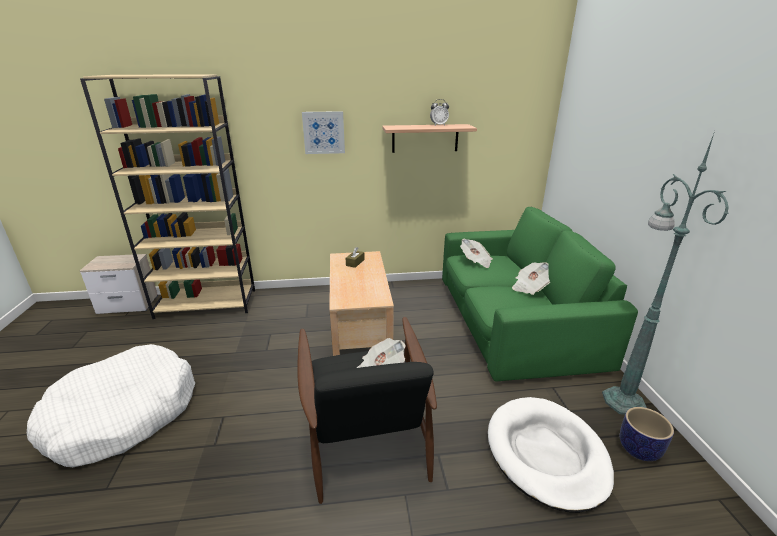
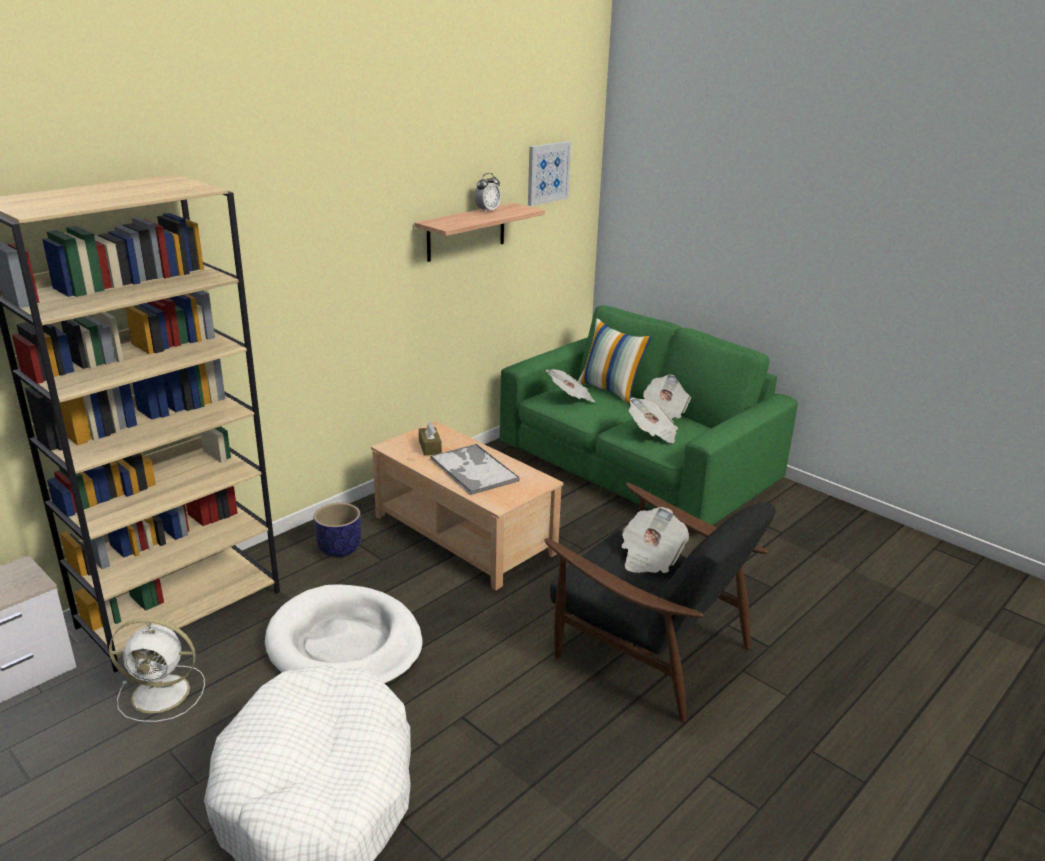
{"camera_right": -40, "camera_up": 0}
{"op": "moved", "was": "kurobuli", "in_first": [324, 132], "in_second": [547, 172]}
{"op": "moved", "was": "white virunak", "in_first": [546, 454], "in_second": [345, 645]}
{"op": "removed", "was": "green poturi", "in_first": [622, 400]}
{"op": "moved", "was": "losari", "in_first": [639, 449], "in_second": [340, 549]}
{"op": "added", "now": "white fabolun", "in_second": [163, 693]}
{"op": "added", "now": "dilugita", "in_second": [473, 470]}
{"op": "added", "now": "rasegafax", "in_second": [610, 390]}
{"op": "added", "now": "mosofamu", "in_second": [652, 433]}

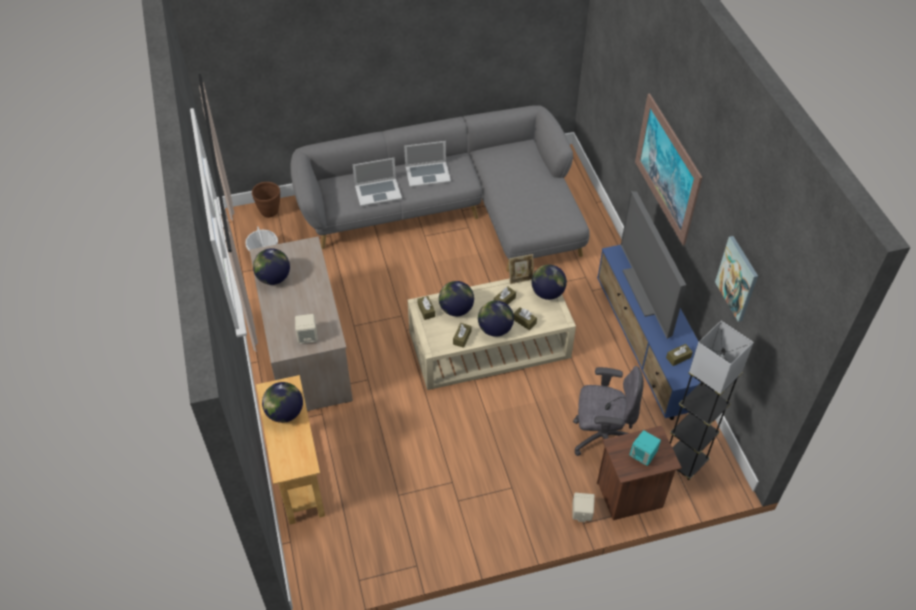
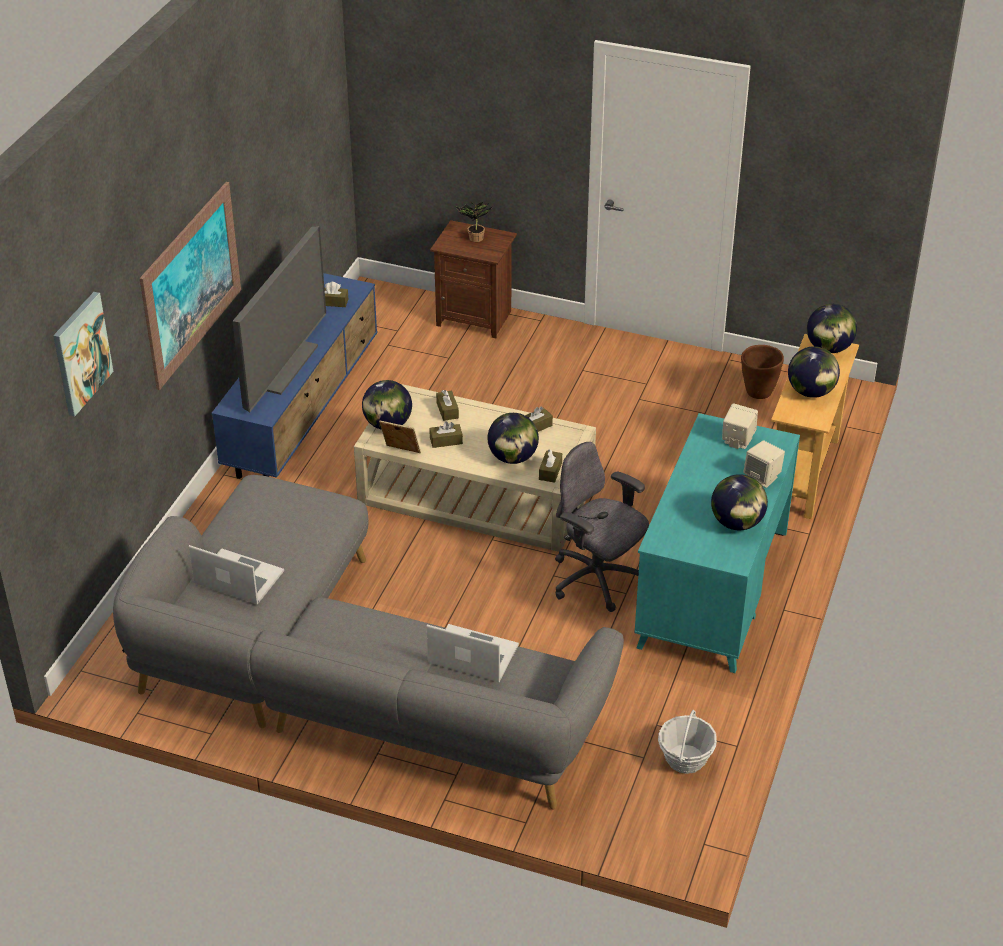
{"camera_right": -145, "camera_up": -10}
{"op": "recoloured", "was": "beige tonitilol", "now": "turquoise tonitilol", "in_first": [305, 352], "in_second": [712, 591]}
{"op": "moved", "was": "brown losari", "in_first": [270, 212], "in_second": [758, 392]}
{"op": "moved", "was": "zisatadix", "in_first": [427, 174], "in_second": [238, 577]}
{"op": "moved", "was": "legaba", "in_first": [495, 329], "in_second": [828, 348]}
{"op": "moved", "was": "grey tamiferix", "in_first": [601, 438], "in_second": [597, 580]}
{"op": "moved", "was": "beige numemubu", "in_first": [581, 514], "in_second": [762, 477]}
{"op": "replaced", "was": "turquoise numemubu", "now": "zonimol", "in_first": [643, 455], "in_second": [474, 239]}
{"op": "removed", "was": "grey poturi", "in_first": [684, 461]}
{"op": "moved", "was": "kurobuli", "in_first": [737, 278], "in_second": [81, 353]}

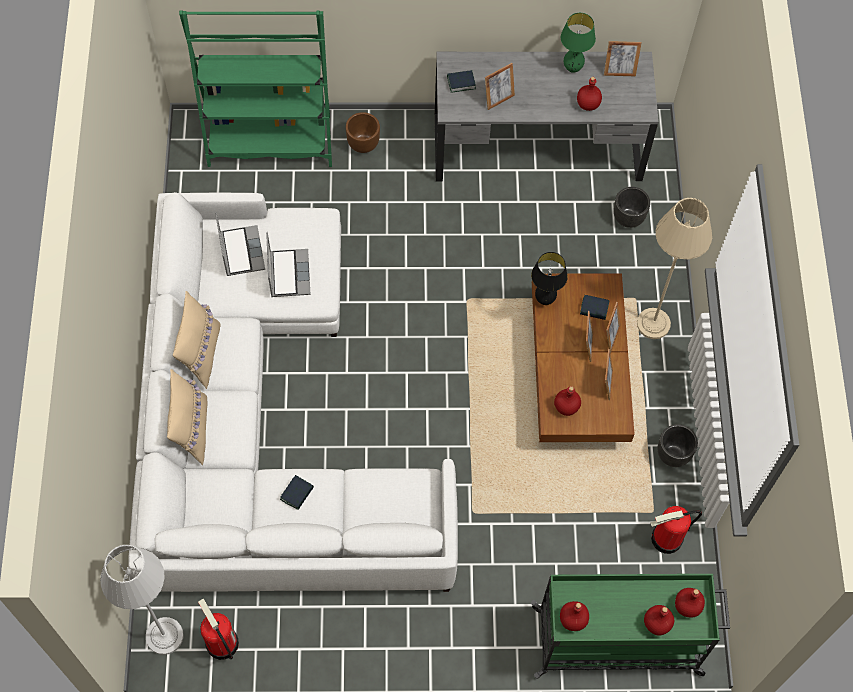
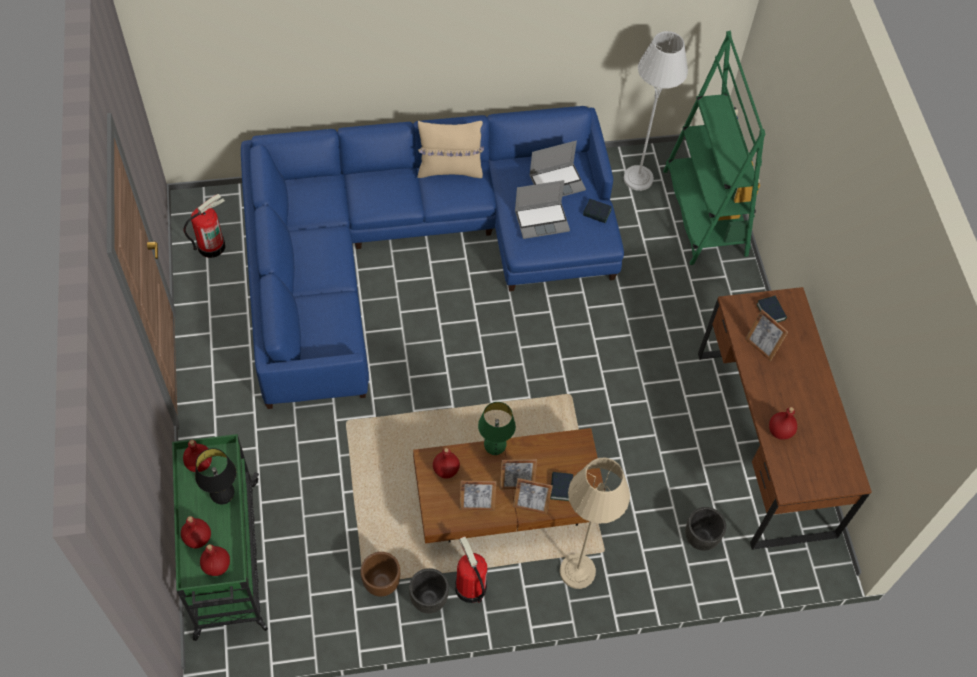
{"camera_right": 80, "camera_up": -5}
{"op": "moved", "was": "grey poturi", "in_first": [164, 636], "in_second": [638, 178]}
{"op": "recoloured", "was": "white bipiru", "now": "blue bipiru", "in_first": [262, 424], "in_second": [413, 247]}
{"op": "removed", "was": "beige rasegafax", "in_first": [192, 430]}
{"op": "moved", "was": "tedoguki", "in_first": [297, 494], "in_second": [597, 213]}
{"op": "moved", "was": "brown losari", "in_first": [363, 145], "in_second": [381, 583]}
{"op": "recoloured", "was": "grey tonitilol", "now": "brown tonitilol", "in_first": [537, 147], "in_second": [764, 442]}
{"op": "moved", "was": "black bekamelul", "in_first": [544, 300], "in_second": [223, 497]}
{"op": "moved", "was": "green bekamelul", "in_first": [572, 68], "in_second": [494, 449]}
{"op": "removed", "was": "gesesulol", "in_first": [619, 72]}
{"op": "moved", "was": "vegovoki", "in_first": [666, 539], "in_second": [470, 587]}

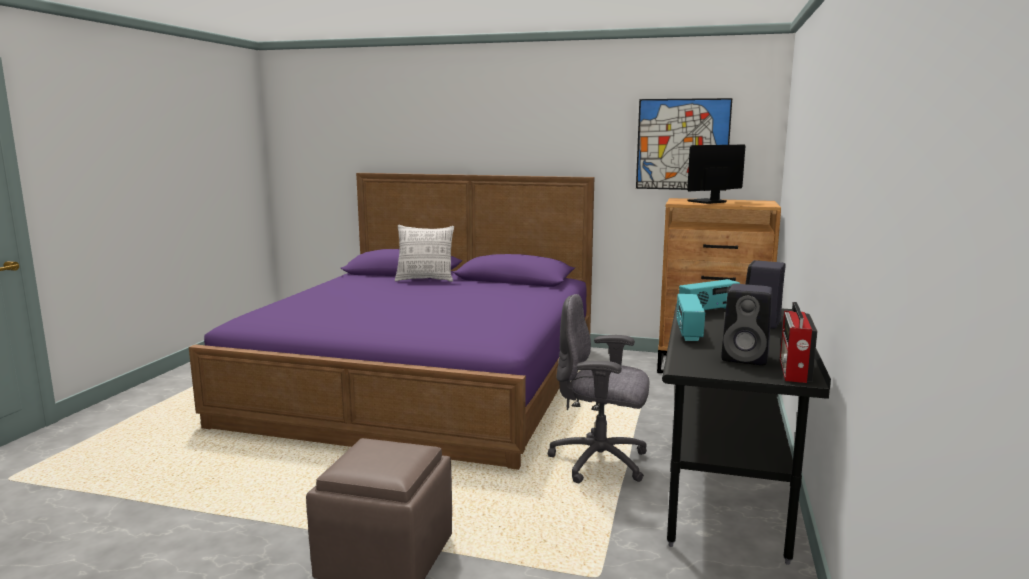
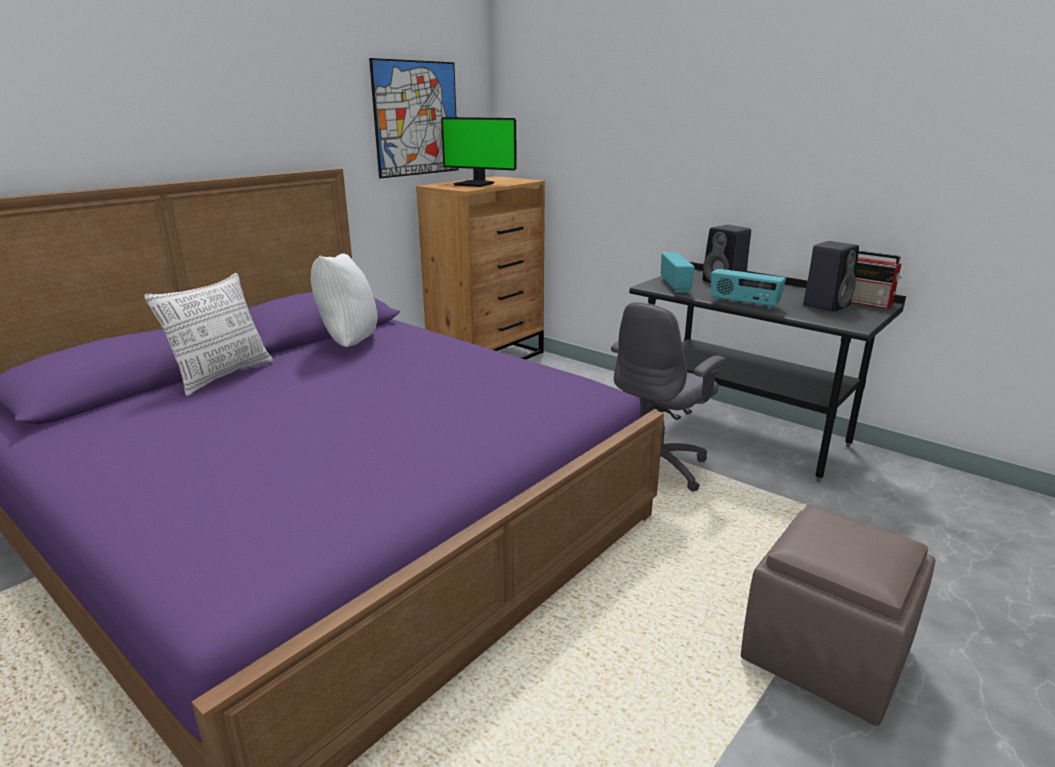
{"camera_right": -65, "camera_up": 10}
{"op": "turned", "was": "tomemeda", "in_first": [707, 202], "in_second": [475, 184], "clockwise": -60}
{"op": "added", "now": "white rasegafax", "in_second": [348, 343]}

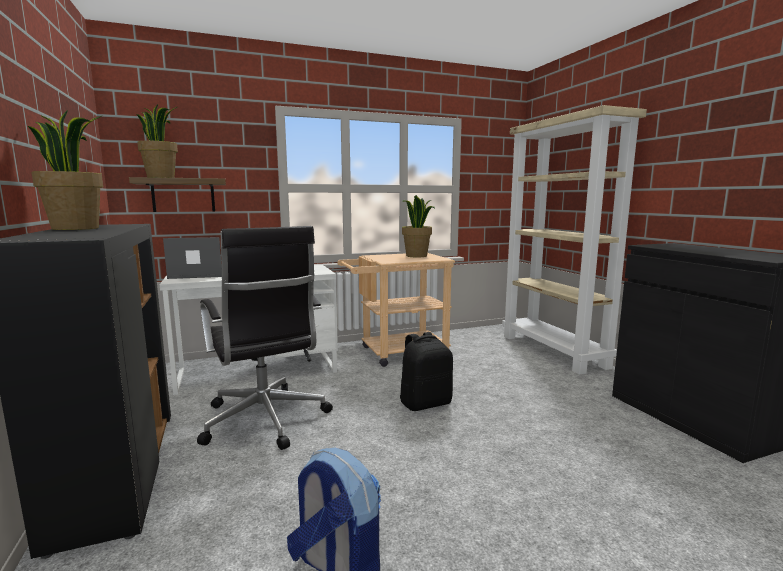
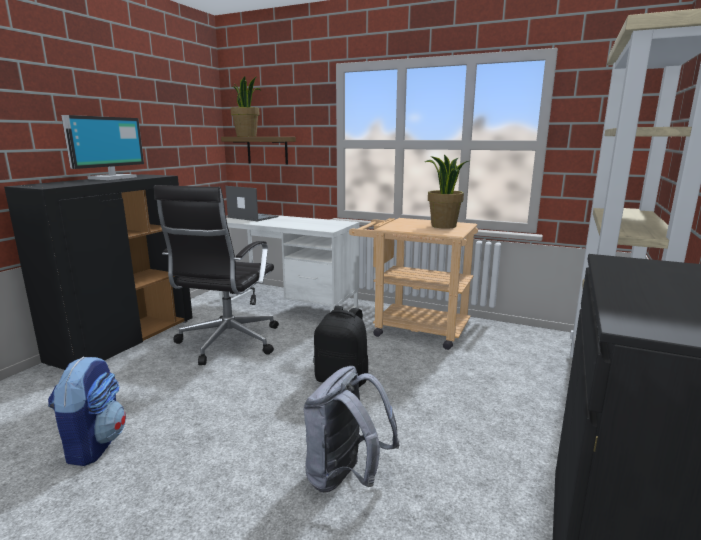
{"camera_right": 45, "camera_up": 5}
{"op": "replaced", "was": "zonimol", "now": "tomemeda", "in_first": [76, 228], "in_second": [111, 178]}
{"op": "added", "now": "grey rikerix", "in_second": [345, 477]}

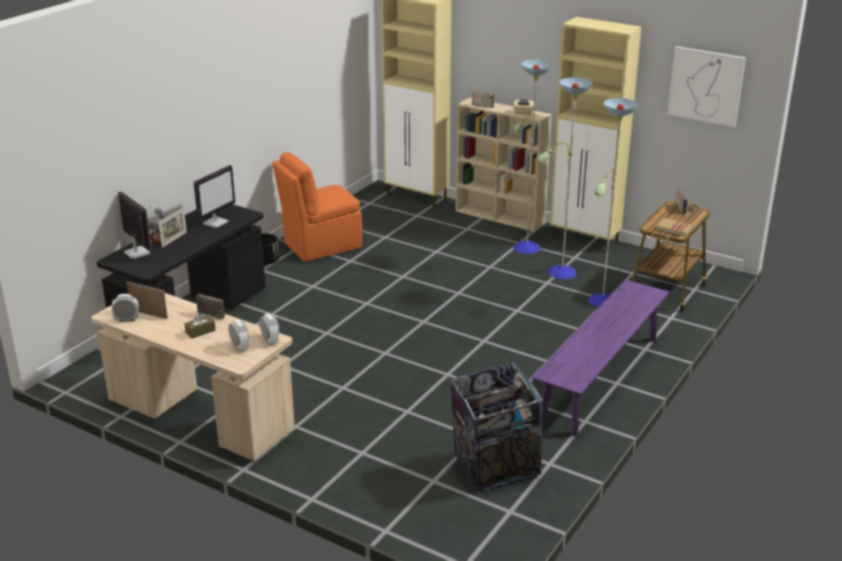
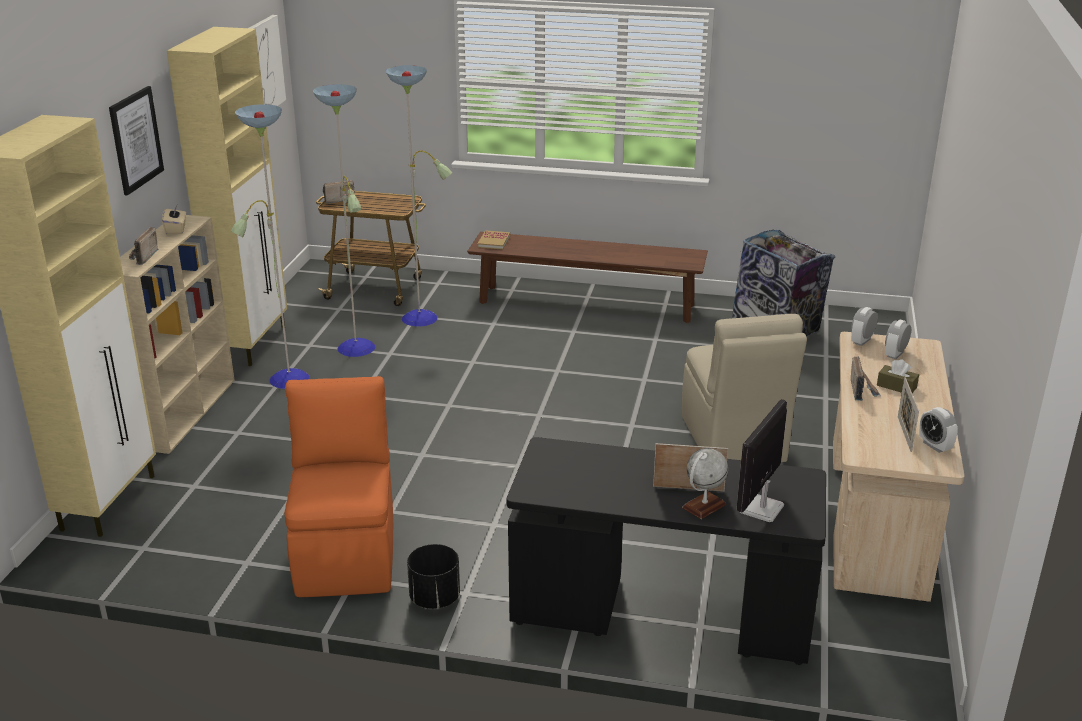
{"camera_right": -110, "camera_up": 0}
{"op": "removed", "was": "tomemeda", "in_first": [216, 222]}
{"op": "turned", "was": "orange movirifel", "in_first": [320, 246], "in_second": [347, 555], "clockwise": -135}
{"op": "recoloured", "was": "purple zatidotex", "now": "brown zatidotex", "in_first": [600, 379], "in_second": [586, 304]}
{"op": "moved", "was": "tedoguki", "in_first": [674, 228], "in_second": [493, 241]}
{"op": "added", "now": "kurobuli", "in_second": [136, 140]}
{"op": "added", "now": "beige movirifel", "in_second": [733, 441]}

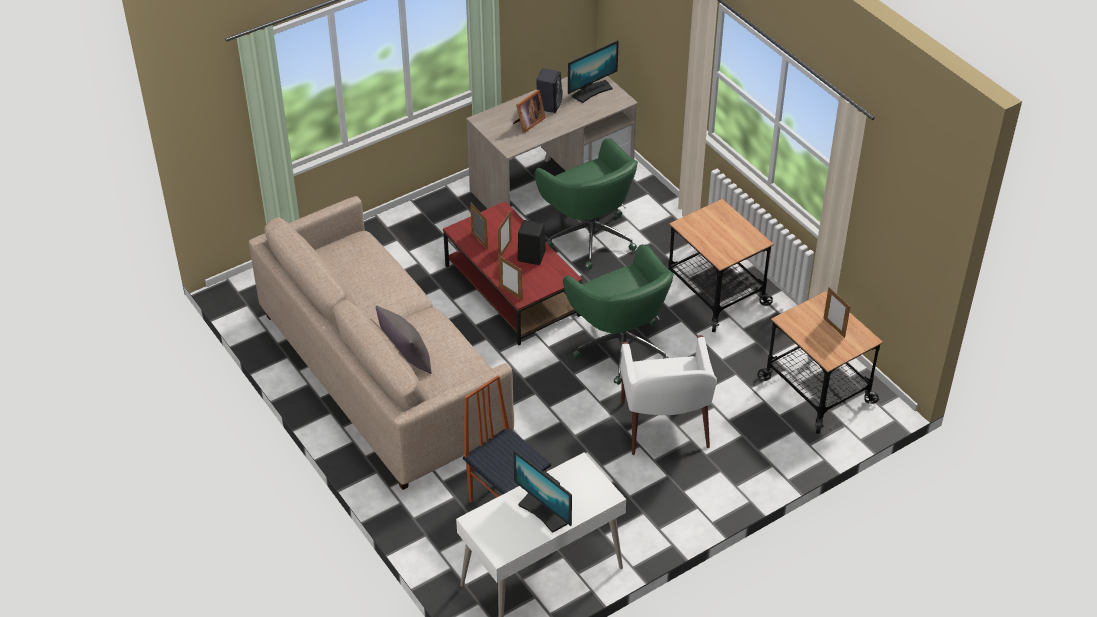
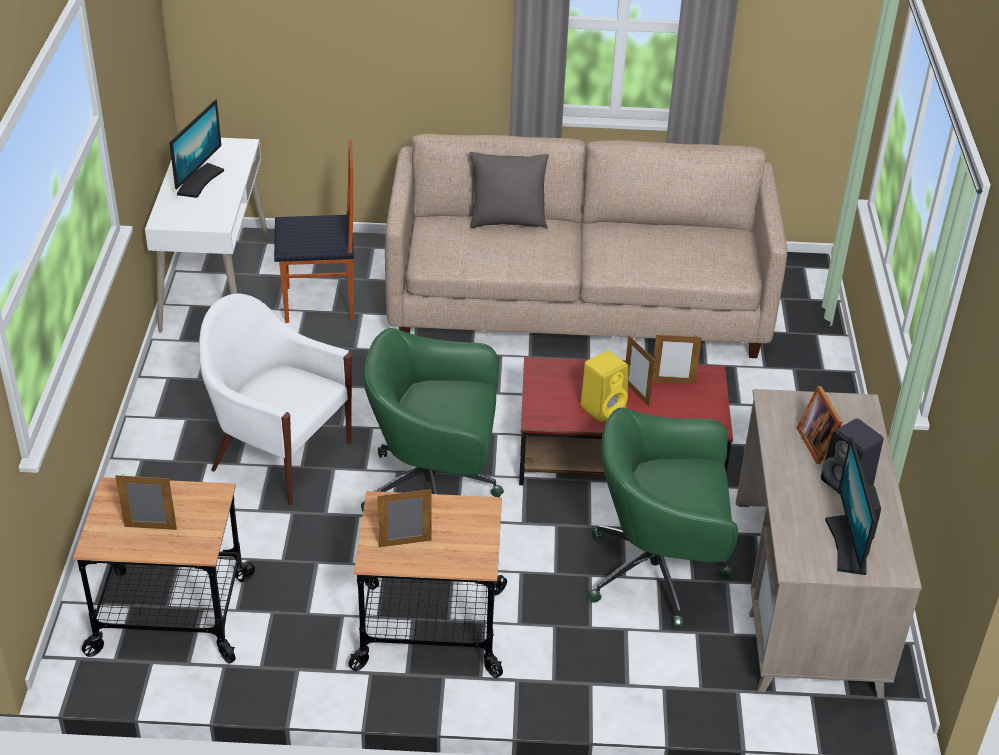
{"camera_right": 125, "camera_up": -5}
{"op": "moved", "was": "gesesulol", "in_first": [510, 292], "in_second": [405, 543]}
{"op": "turned", "was": "tomemeda", "in_first": [544, 512], "in_second": [198, 181], "clockwise": 120}
{"op": "recoloured", "was": "black numemubu", "now": "yellow numemubu", "in_first": [530, 256], "in_second": [603, 407]}

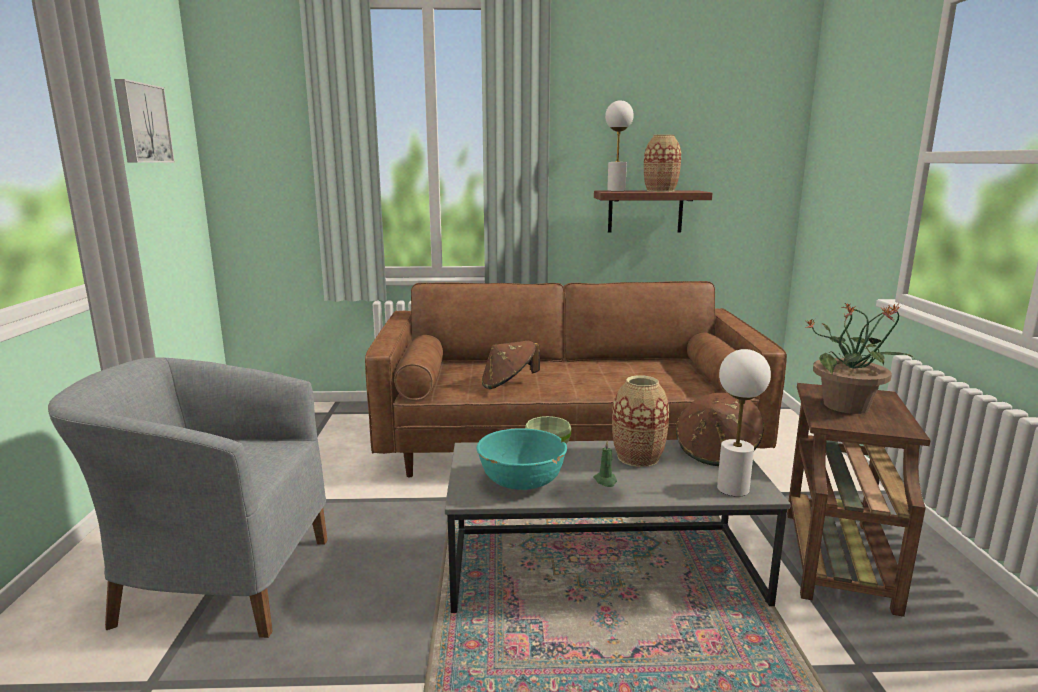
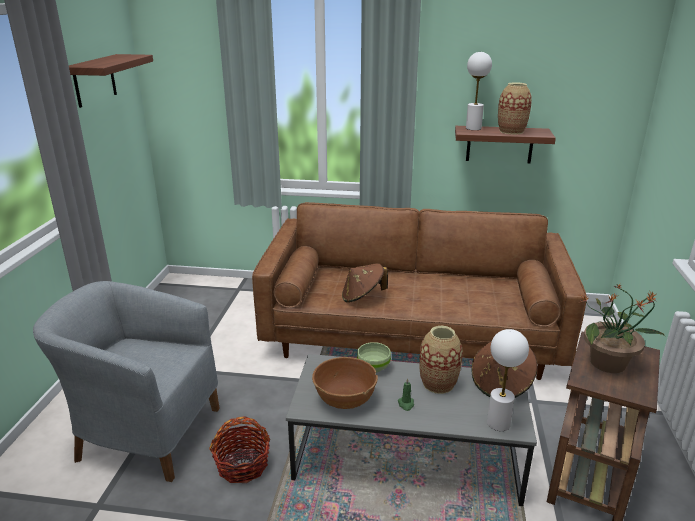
{"camera_right": 10, "camera_up": 10}
{"op": "replaced", "was": "kurobuli", "now": "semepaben", "in_first": [141, 123], "in_second": [94, 80]}
{"op": "recoloured", "was": "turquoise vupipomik", "now": "brown vupipomik", "in_first": [521, 482], "in_second": [345, 398]}
{"op": "added", "now": "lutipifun", "in_second": [242, 465]}

